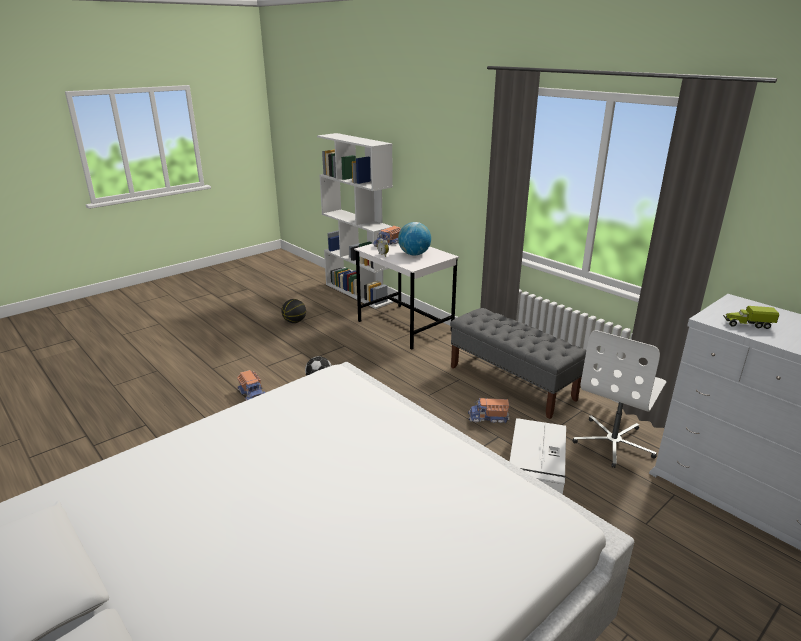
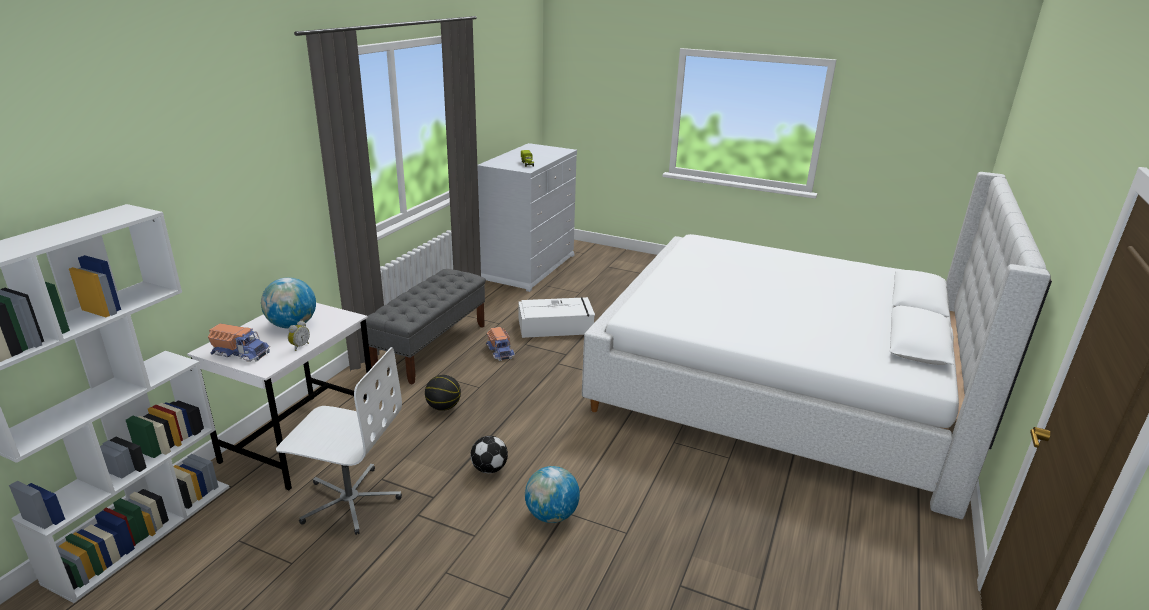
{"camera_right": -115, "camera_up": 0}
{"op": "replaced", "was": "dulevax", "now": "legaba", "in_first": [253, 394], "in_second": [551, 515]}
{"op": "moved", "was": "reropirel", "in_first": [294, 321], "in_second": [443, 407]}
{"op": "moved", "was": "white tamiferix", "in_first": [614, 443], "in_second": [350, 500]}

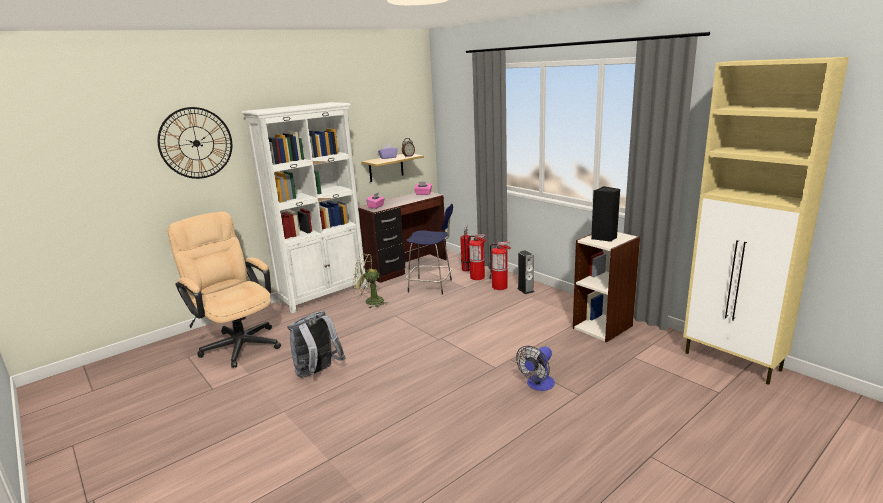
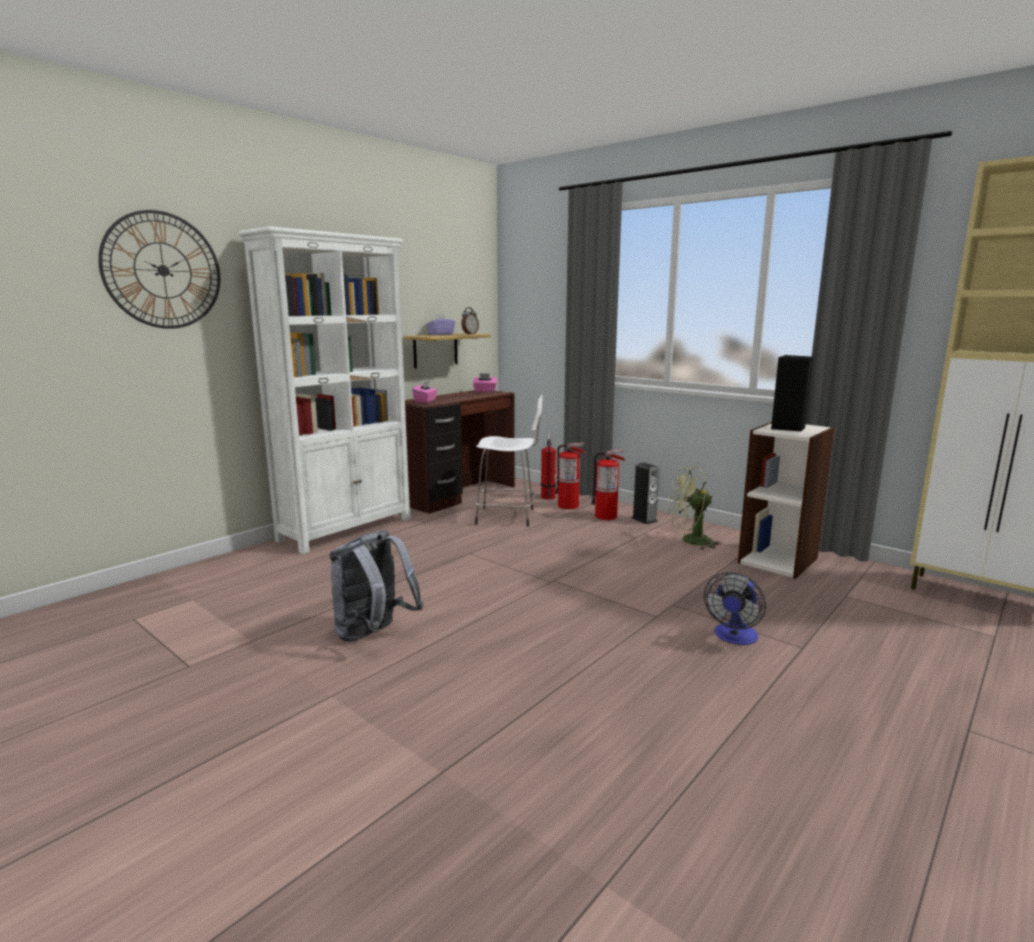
{"camera_right": -10, "camera_up": -5}
{"op": "removed", "was": "beige tamiferix", "in_first": [238, 343]}
{"op": "moved", "was": "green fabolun", "in_first": [369, 301], "in_second": [690, 541]}
{"op": "recoloured", "was": "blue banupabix", "now": "white banupabix", "in_first": [432, 286], "in_second": [508, 517]}

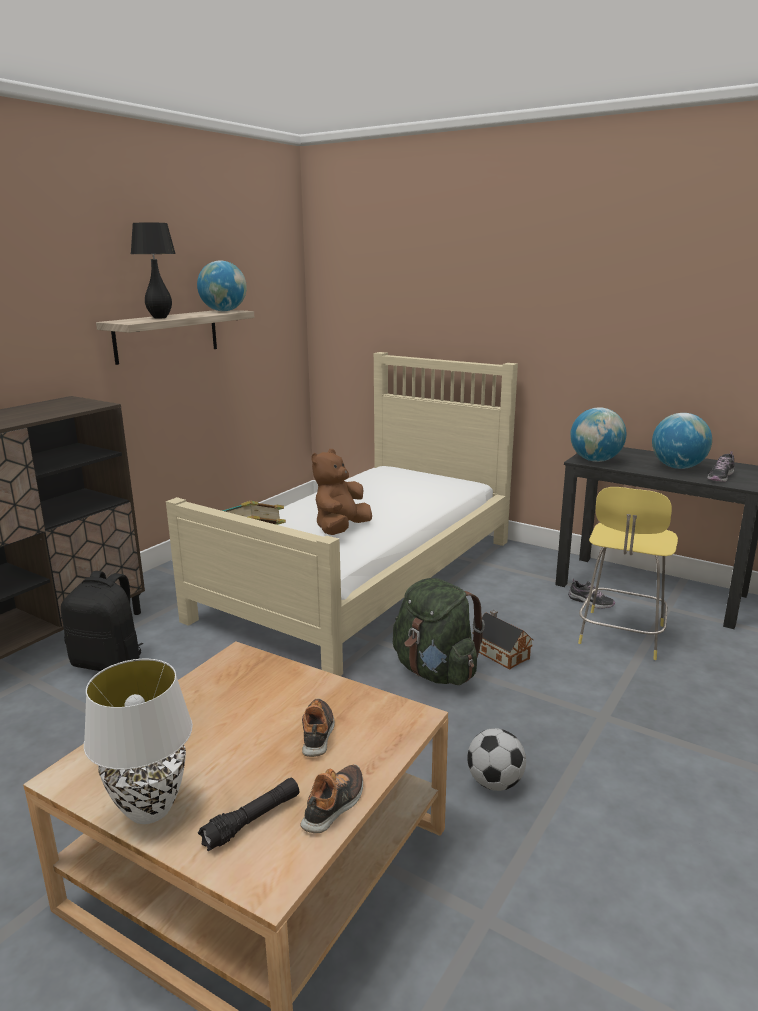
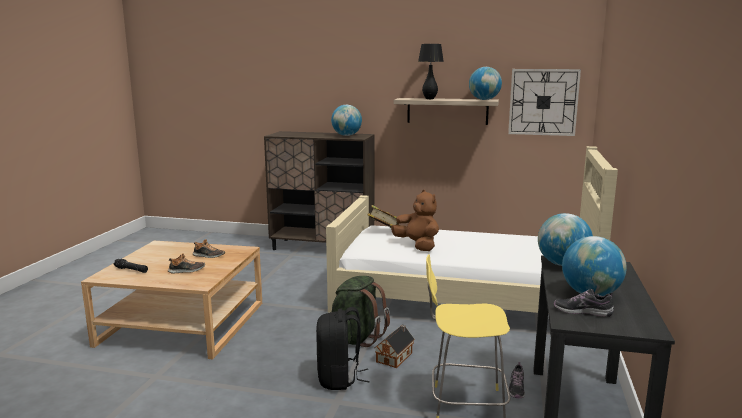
{"camera_right": 70, "camera_up": -5}
{"op": "moved", "was": "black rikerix", "in_first": [109, 662], "in_second": [339, 379]}
{"op": "removed", "was": "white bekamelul", "in_first": [151, 809]}
{"op": "moved", "was": "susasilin", "in_first": [335, 805], "in_second": [208, 256]}
{"op": "turned", "was": "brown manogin", "in_first": [341, 529], "in_second": [417, 246], "clockwise": 45}
{"op": "removed", "was": "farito", "in_first": [495, 782]}
{"op": "added", "now": "legaba", "in_second": [346, 135]}
{"op": "added", "now": "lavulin", "in_second": [543, 102]}

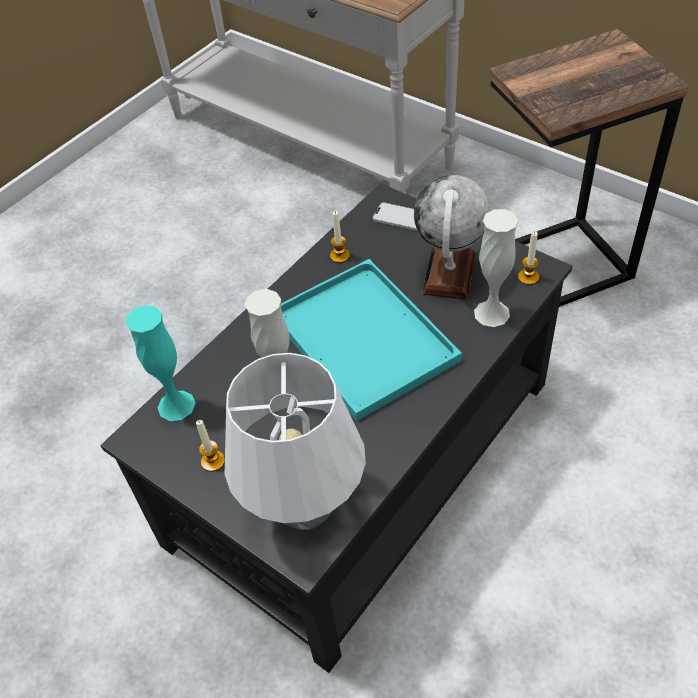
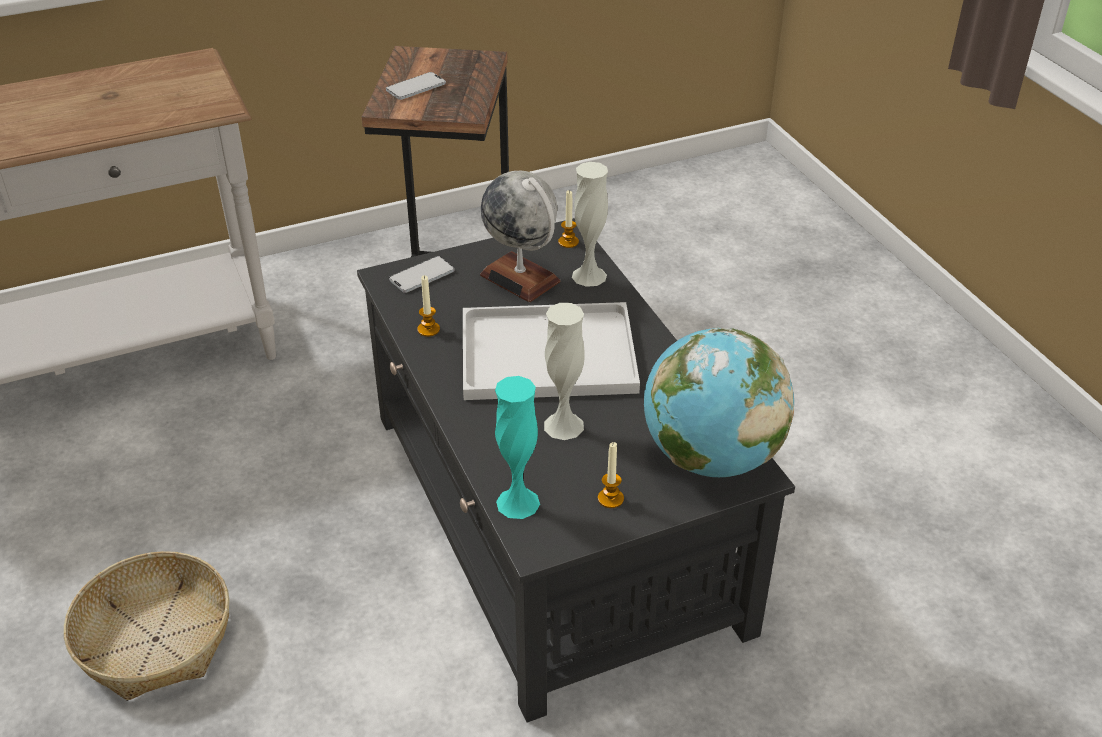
{"camera_right": -65, "camera_up": -10}
{"op": "replaced", "was": "white bekamelul", "now": "legaba", "in_first": [306, 509], "in_second": [711, 457]}
{"op": "recoloured", "was": "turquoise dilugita", "now": "white dilugita", "in_first": [360, 337], "in_second": [544, 355]}
{"op": "added", "now": "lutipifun", "in_second": [155, 640]}
{"op": "added", "now": "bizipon", "in_second": [416, 87]}

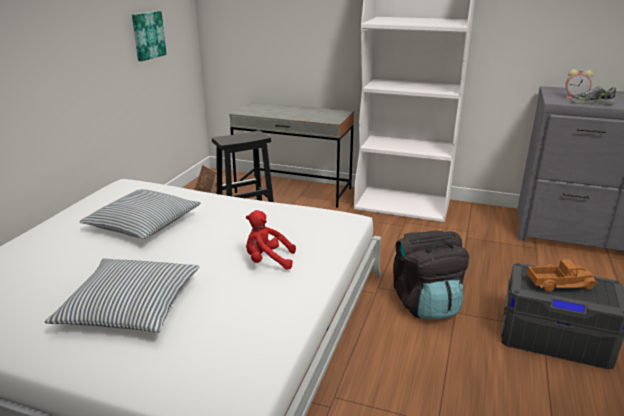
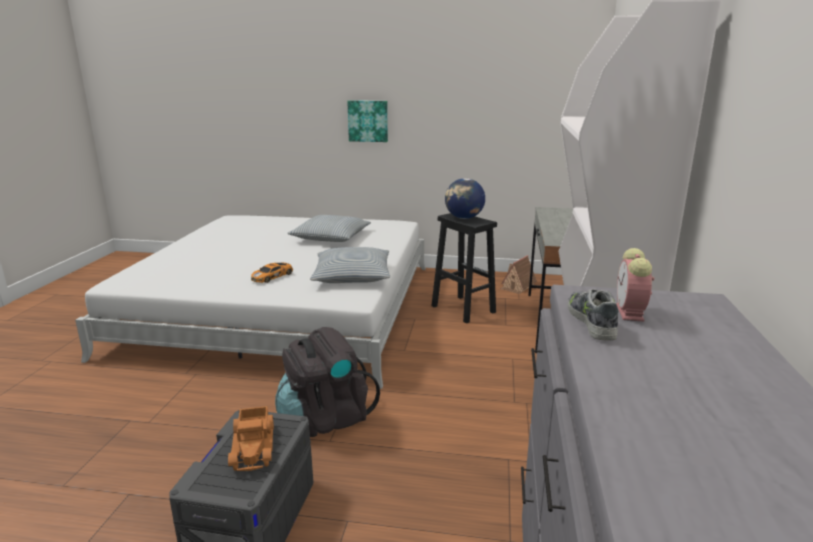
{"camera_right": 80, "camera_up": -5}
{"op": "moved", "was": "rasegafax", "in_first": [131, 306], "in_second": [352, 276]}
{"op": "moved", "was": "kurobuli", "in_first": [147, 35], "in_second": [368, 121]}
{"op": "replaced", "was": "red manogin", "now": "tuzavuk", "in_first": [268, 261], "in_second": [273, 276]}
{"op": "added", "now": "legaba", "in_second": [464, 218]}

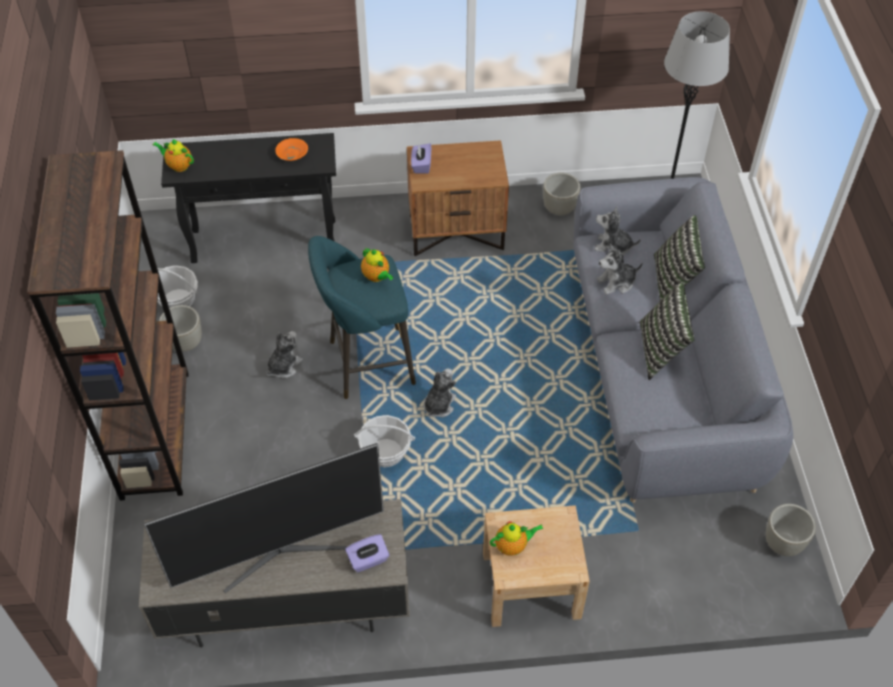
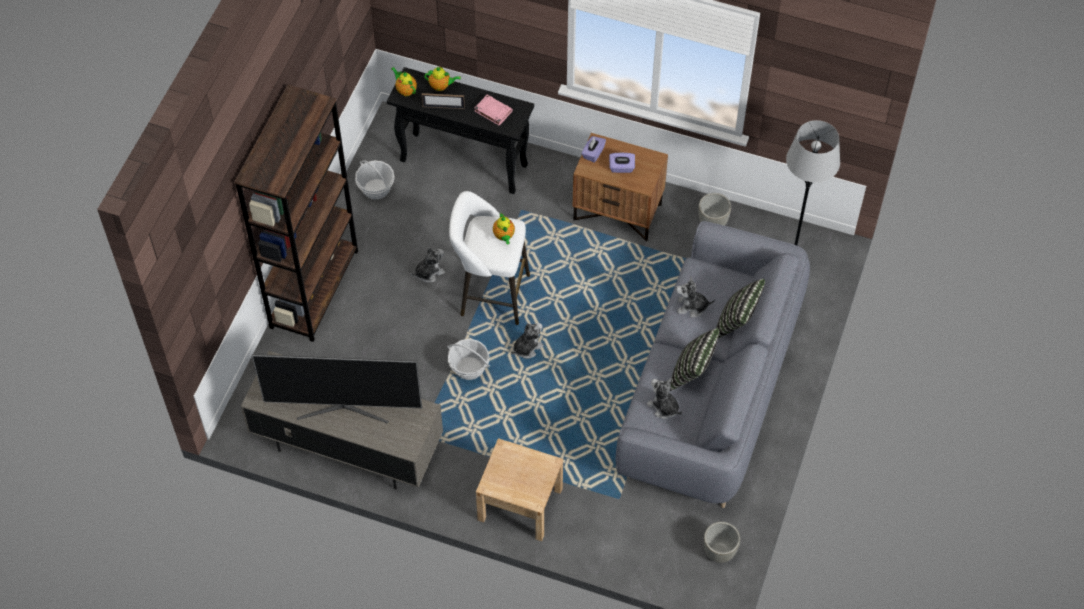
{"camera_right": 25, "camera_up": 5}
{"op": "removed", "was": "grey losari", "in_first": [185, 343]}
{"op": "replaced", "was": "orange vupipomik", "now": "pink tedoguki", "in_first": [291, 155], "in_second": [492, 111]}
{"op": "recoloured", "was": "turquoise banupabix", "now": "white banupabix", "in_first": [366, 363], "in_second": [490, 294]}
{"op": "moved", "was": "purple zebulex", "in_first": [368, 560], "in_second": [621, 168]}
{"op": "moved", "was": "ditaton", "in_first": [513, 546], "in_second": [441, 86]}
{"op": "moved", "was": "manogin", "in_first": [613, 247], "in_second": [663, 407]}
{"op": "added", "now": "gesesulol", "in_second": [443, 107]}

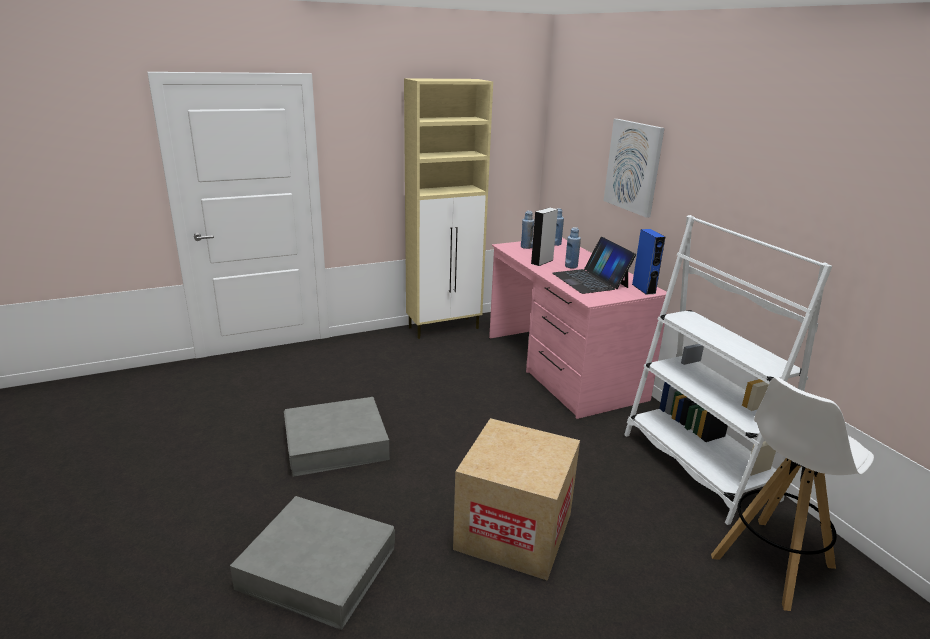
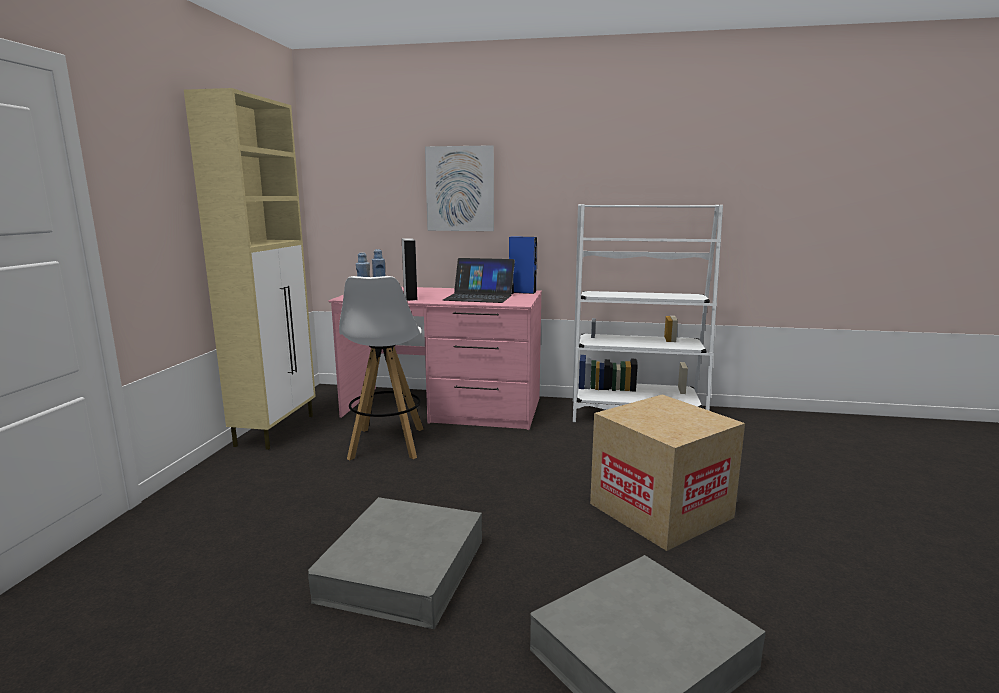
{"camera_right": -55, "camera_up": -10}
{"op": "removed", "was": "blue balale", "in_first": [571, 266]}
{"op": "moved", "was": "white banupabix", "in_first": [771, 562], "in_second": [387, 444]}

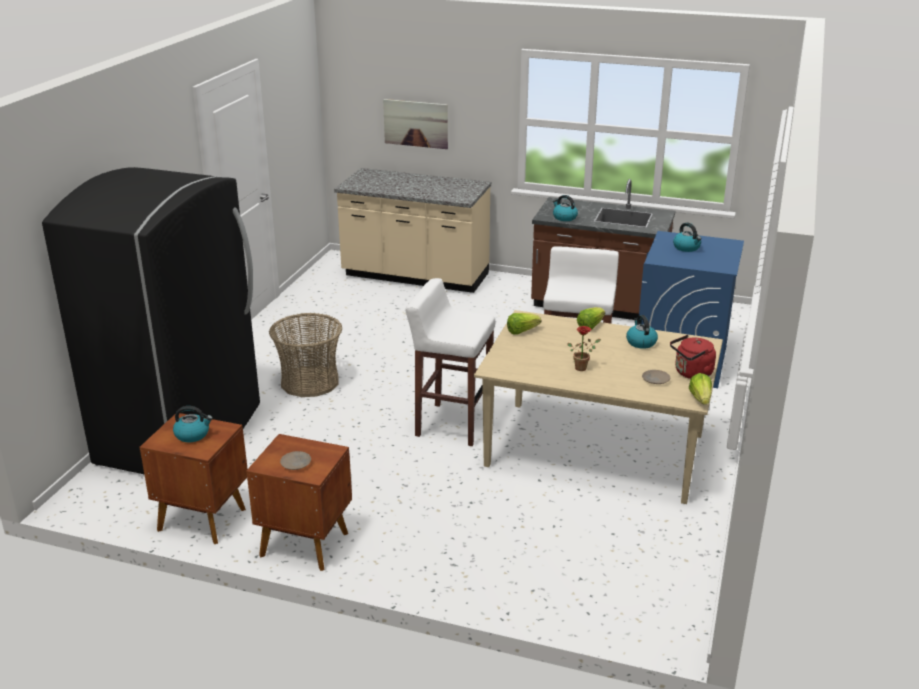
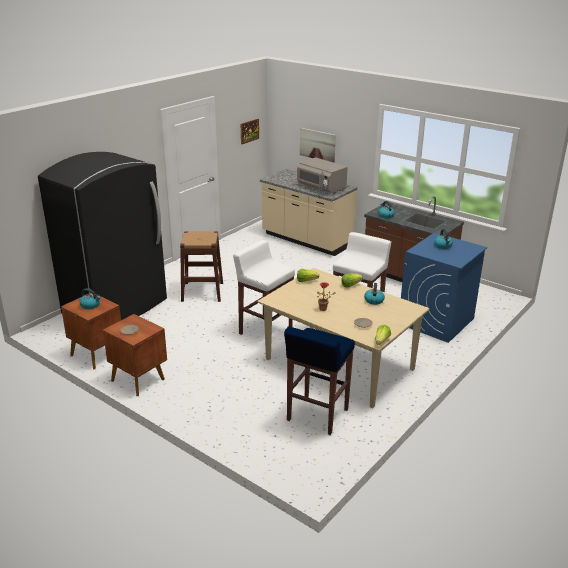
{"camera_right": 20, "camera_up": 0}
{"op": "replaced", "was": "lutipifun", "now": "brown banupabix", "in_first": [309, 382], "in_second": [202, 292]}
{"op": "removed", "was": "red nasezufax", "in_first": [691, 373]}
{"op": "added", "now": "kurobuli", "in_second": [249, 131]}
{"op": "added", "now": "blue banupabix", "in_second": [317, 415]}
{"op": "added", "now": "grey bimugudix", "in_second": [321, 188]}

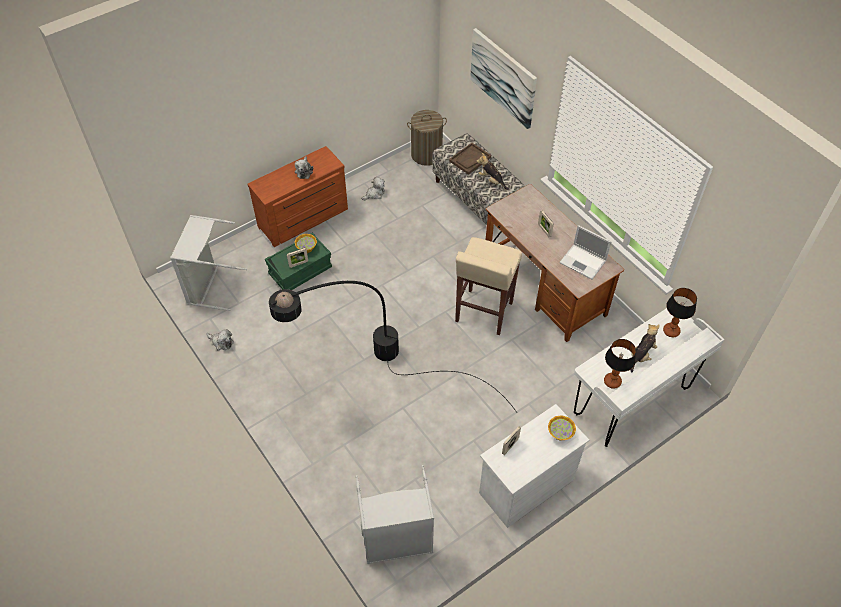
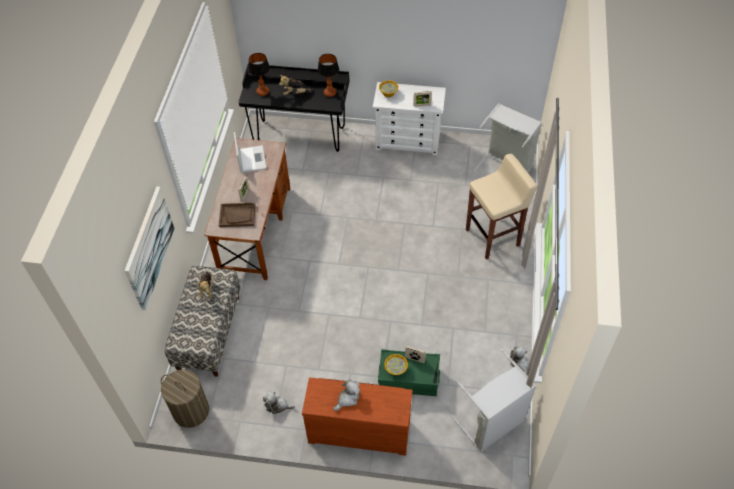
{"camera_right": -135, "camera_up": 0}
{"op": "removed", "was": "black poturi", "in_first": [367, 374]}
{"op": "moved", "was": "brown dilugita", "in_first": [470, 159], "in_second": [237, 215]}
{"op": "moved", "was": "beige banupabix", "in_first": [483, 312], "in_second": [493, 237]}
{"op": "recoloured", "was": "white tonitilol", "now": "black tonitilol", "in_first": [631, 402], "in_second": [299, 135]}

